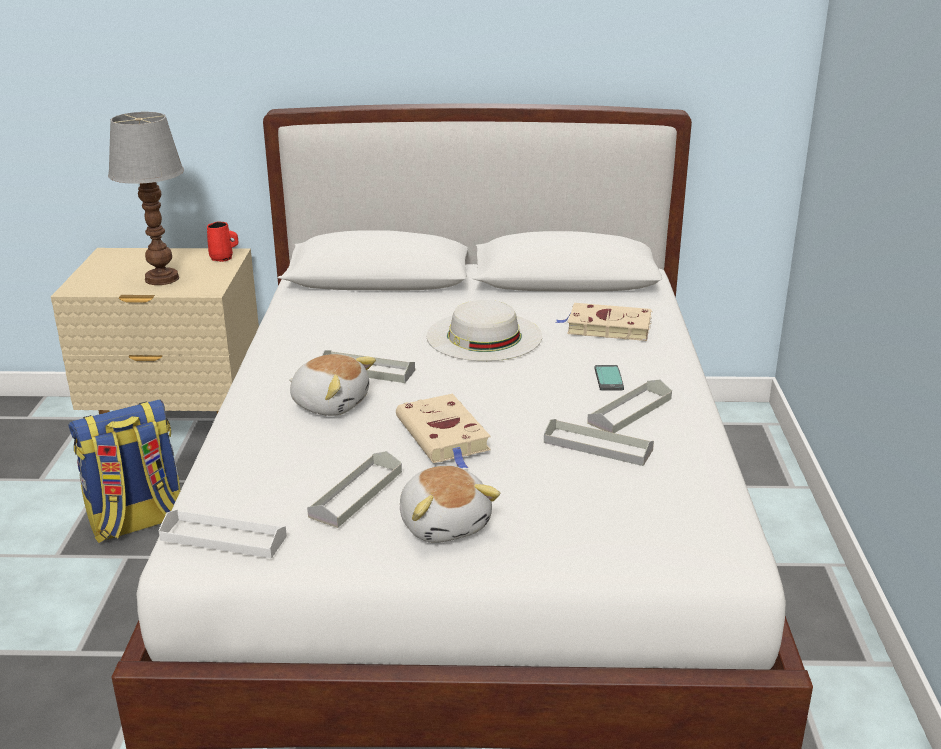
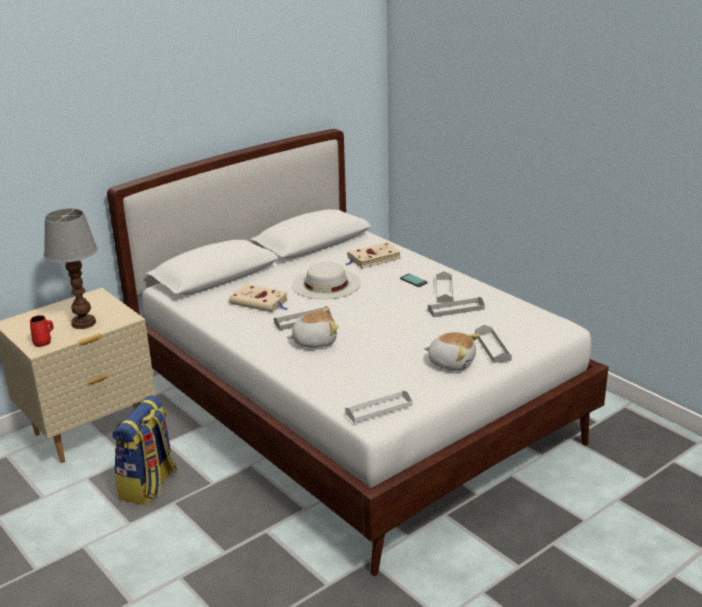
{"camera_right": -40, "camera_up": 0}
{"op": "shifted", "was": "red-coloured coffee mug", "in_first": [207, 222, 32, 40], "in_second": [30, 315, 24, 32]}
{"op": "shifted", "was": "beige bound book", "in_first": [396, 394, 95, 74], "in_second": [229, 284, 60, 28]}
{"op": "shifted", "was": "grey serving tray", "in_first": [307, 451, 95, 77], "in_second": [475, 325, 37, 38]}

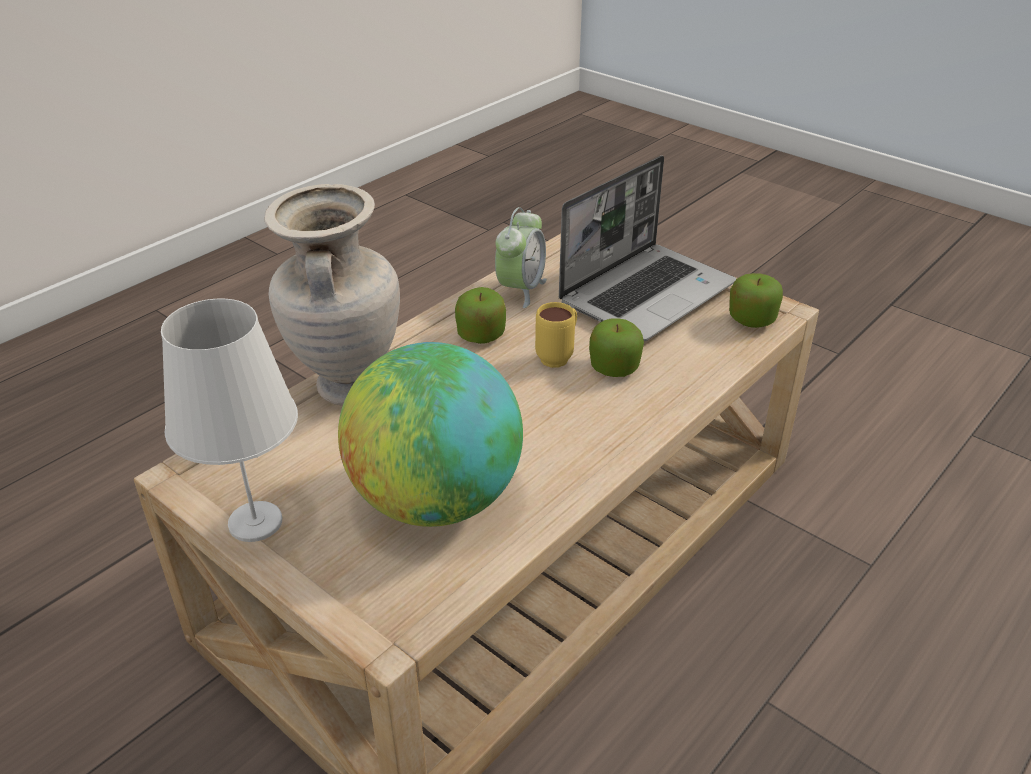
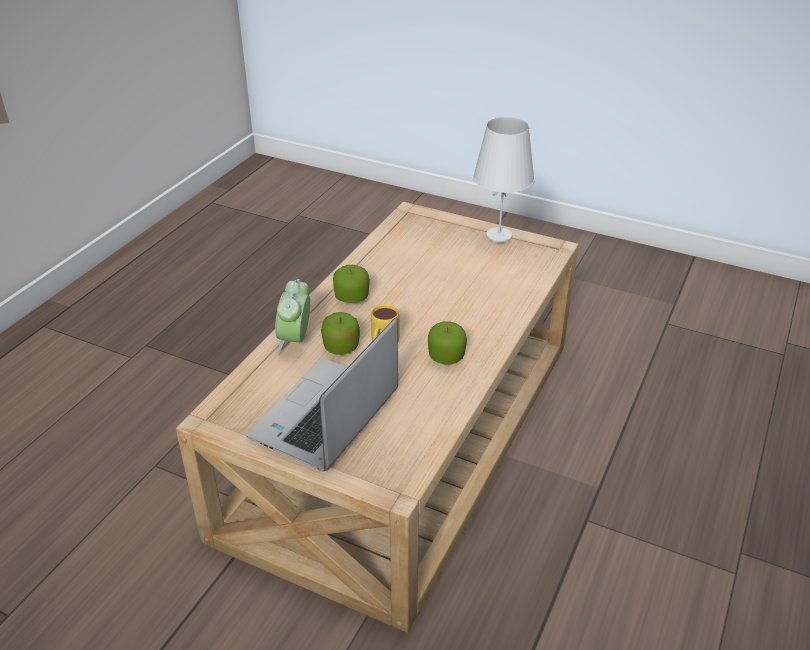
{"camera_right": 165, "camera_up": 0}
{"op": "shifted", "was": "table clock", "in_first": [495, 207, 52, 101], "in_second": [275, 279, 35, 76]}
{"op": "shifted", "was": "whole apple", "in_first": [729, 273, 54, 55], "in_second": [333, 265, 37, 38]}
{"op": "gone", "was": "beige vase", "in_first": [265, 184, 135, 222]}
{"op": "gone", "was": "desk globe", "in_first": [338, 342, 185, 185]}

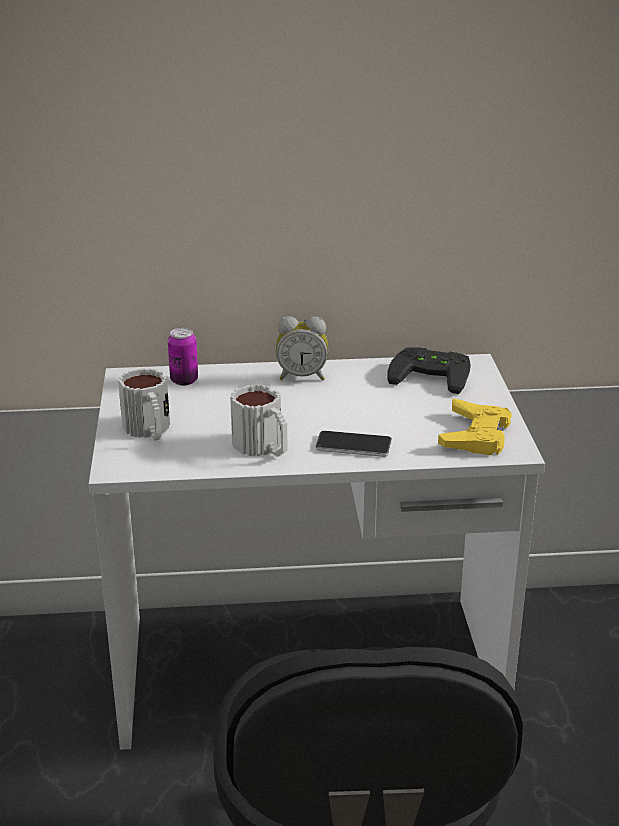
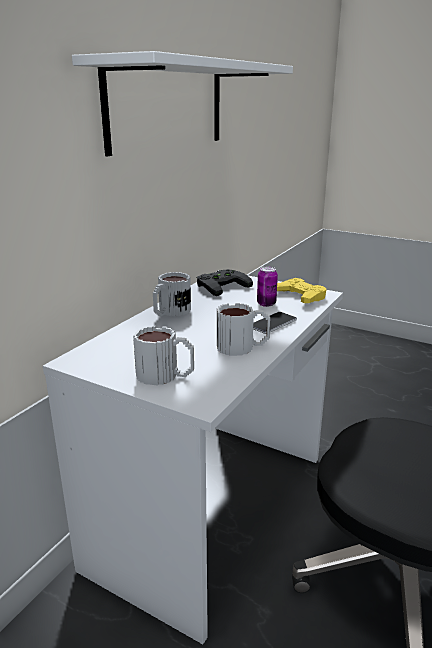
{"camera_right": -55, "camera_up": -5}
{"op": "new", "now": "white-coloured bracket shelf", "in_second": [72, 51, 221, 105]}
{"op": "swapped", "was": "table clock", "now": "coffee mug", "in_first": [276, 316, 52, 65], "in_second": [153, 272, 38, 44]}
{"op": "shifted", "was": "metal can", "in_first": [168, 328, 30, 58], "in_second": [257, 267, 21, 40]}

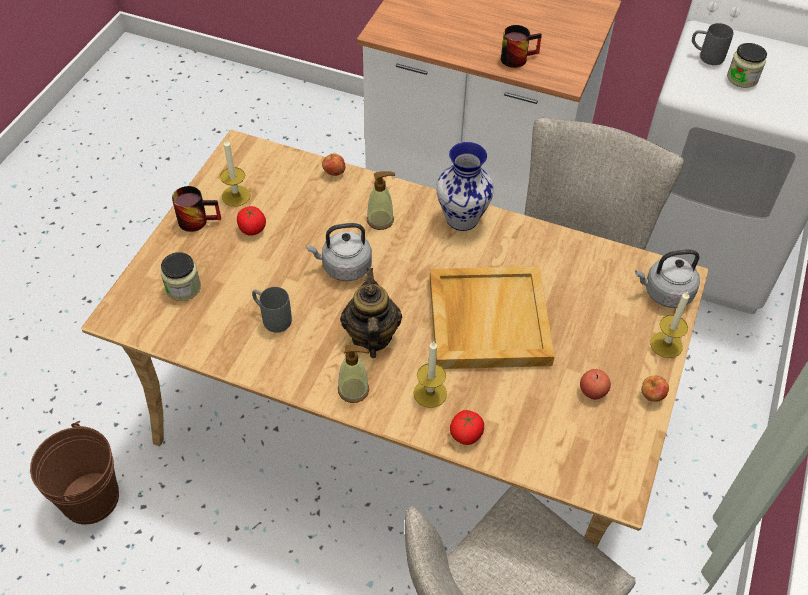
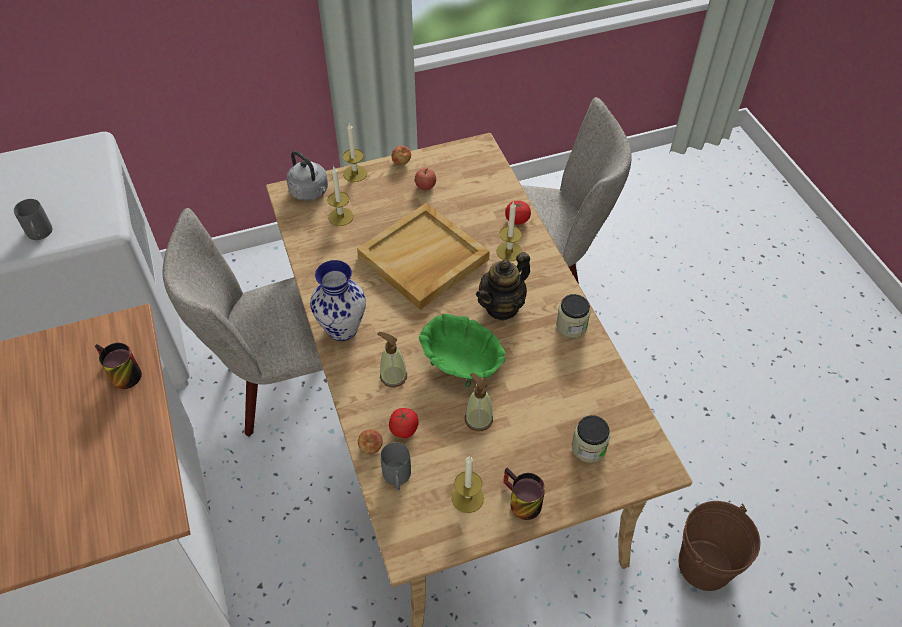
{"camera_right": -130, "camera_up": 0}
{"op": "new", "now": "wax candle", "in_second": [327, 167, 27, 59]}
{"op": "shifted", "was": "grey coffee mug", "in_first": [252, 287, 40, 46], "in_second": [380, 442, 31, 49]}
{"op": "shifted", "was": "fresh tomato", "in_first": [237, 206, 29, 30], "in_second": [389, 408, 30, 30]}
{"op": "swapped", "was": "grey water kettle", "now": "green serving bowl", "in_first": [306, 223, 66, 58], "in_second": [419, 314, 87, 74]}
{"op": "shifted", "was": "soap bottle", "in_first": [338, 344, 31, 59], "in_second": [465, 373, 28, 58]}
{"op": "shifted", "was": "jar", "in_first": [727, 43, 40, 45], "in_second": [556, 294, 35, 44]}

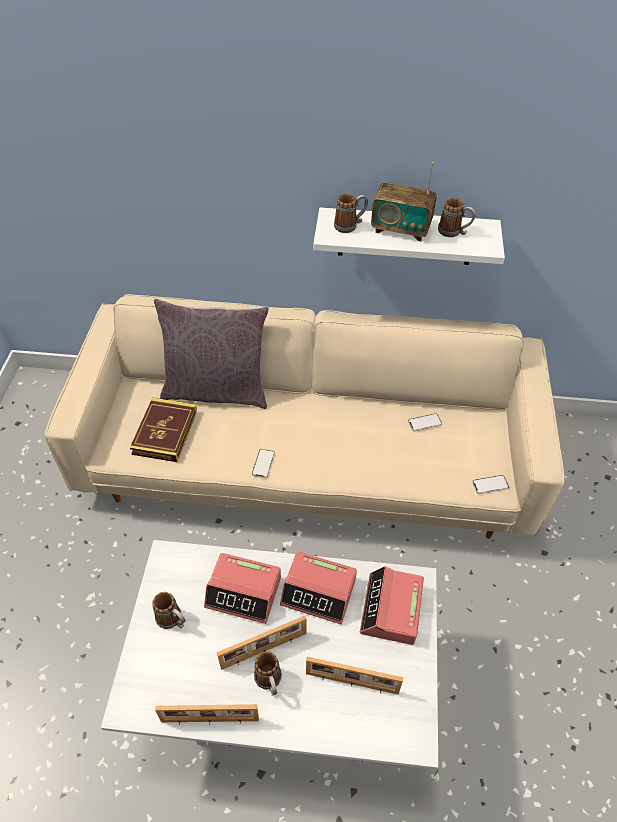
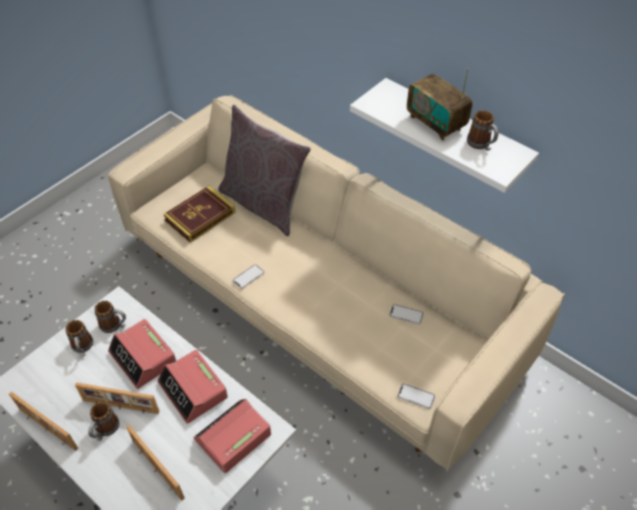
{"camera_right": 35, "camera_up": 0}
{"op": "shifted", "was": "coffee mug", "in_first": [334, 194, 34, 39], "in_second": [94, 301, 32, 32]}

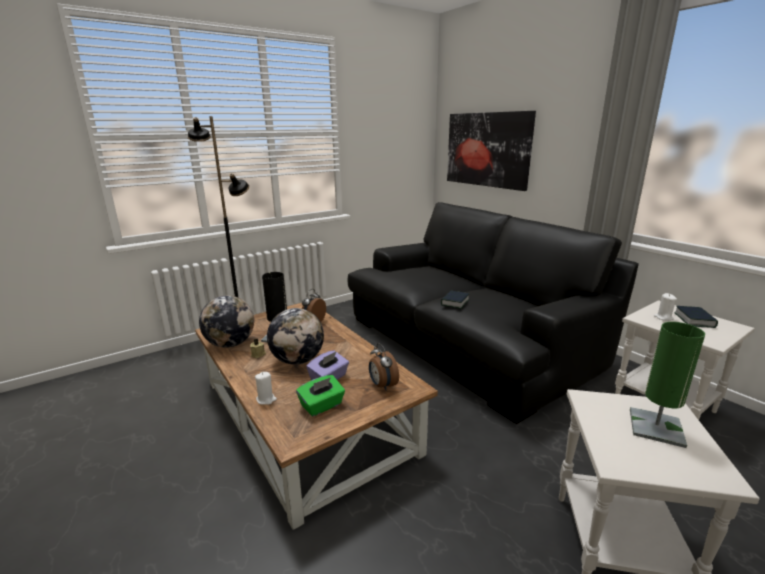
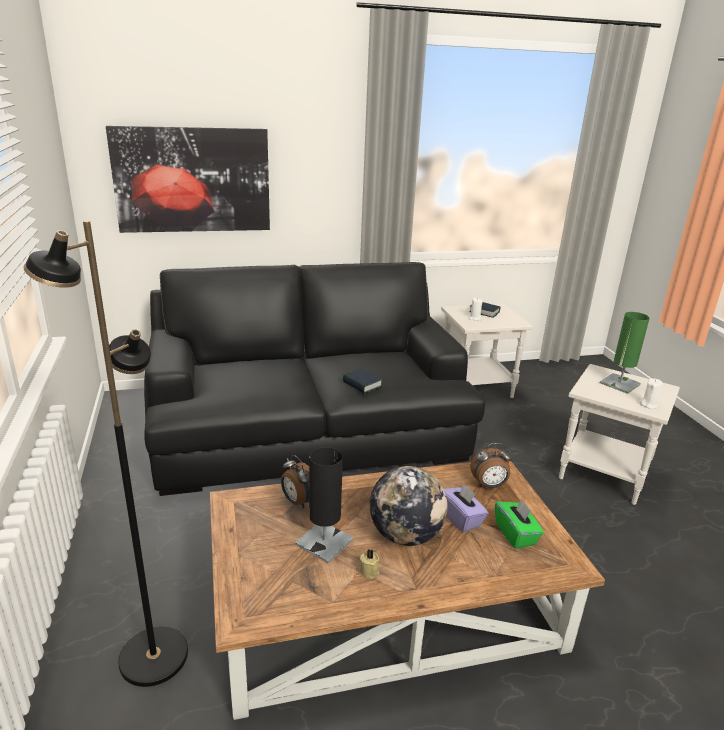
{"camera_right": -70, "camera_up": 5}
{"op": "shifted", "was": "white-coloured wax candle", "in_first": [255, 372, 22, 33], "in_second": [639, 379, 24, 30]}
{"op": "gone", "was": "desk globe", "in_first": [199, 295, 55, 53]}

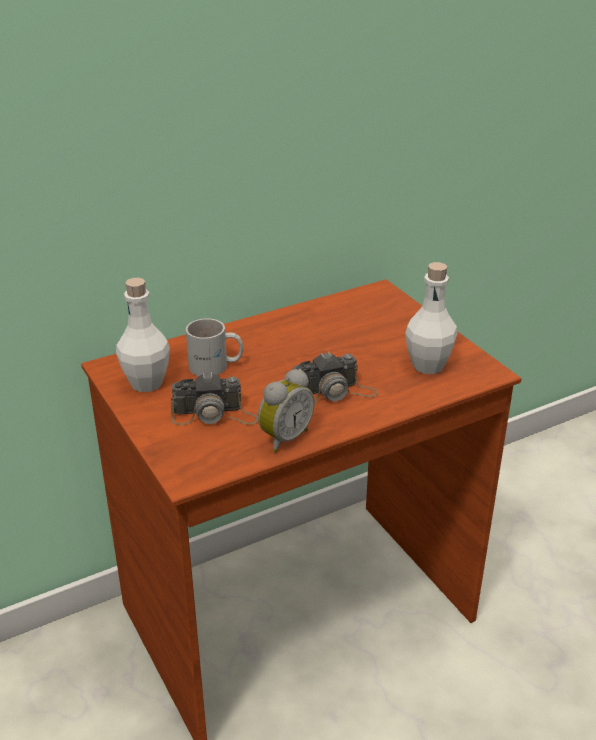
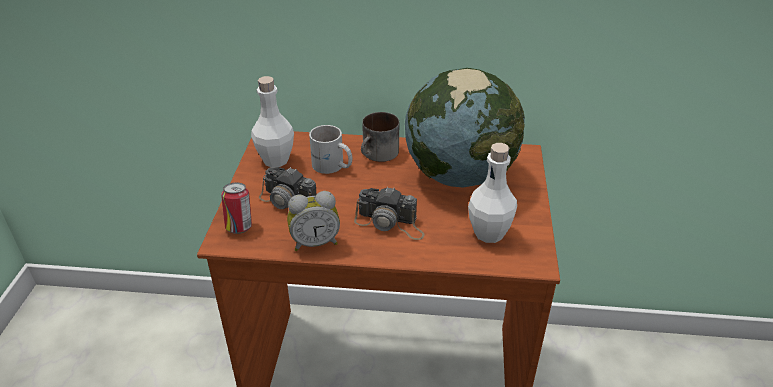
{"camera_right": 35, "camera_up": 5}
{"op": "new", "now": "metal can", "in_second": [221, 183, 31, 51]}
{"op": "new", "now": "coffee mug", "in_second": [361, 112, 38, 50]}
{"op": "new", "now": "desk globe", "in_second": [405, 68, 120, 119]}

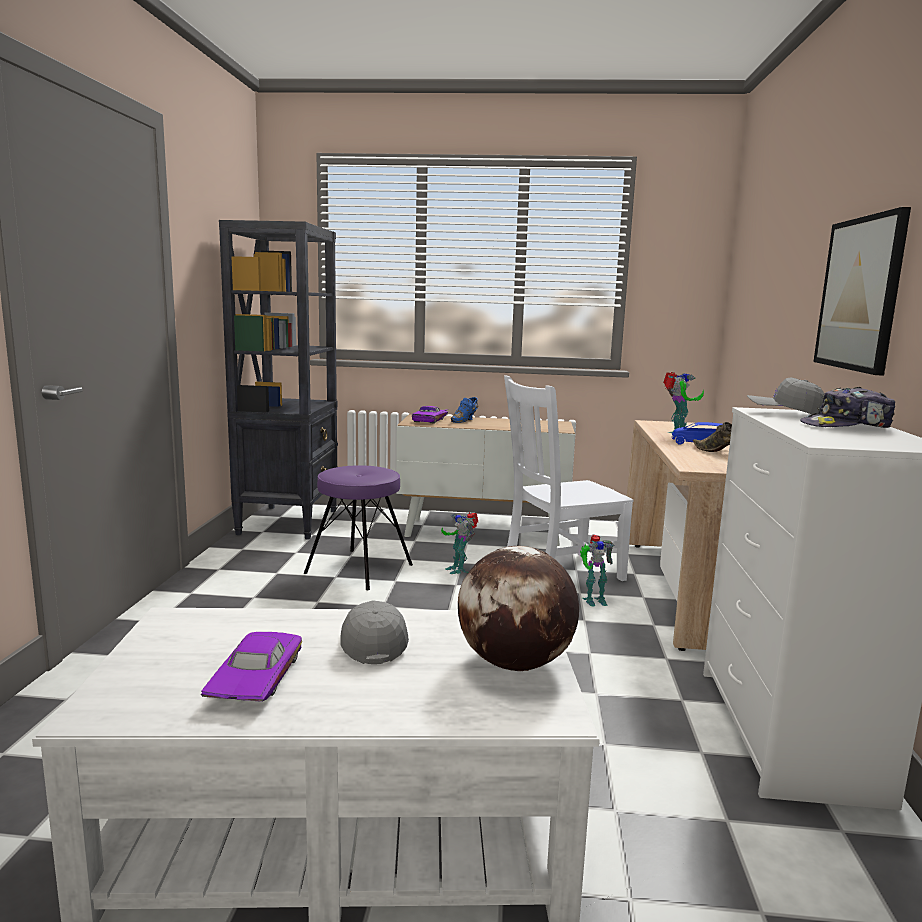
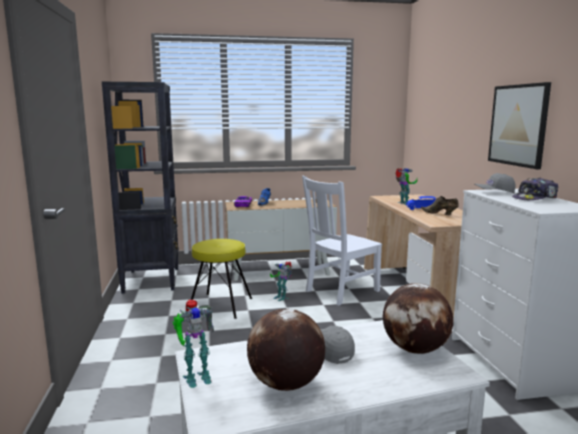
{"camera_right": -15, "camera_up": 0}
{"op": "shifted", "was": "robot figure", "in_first": [580, 534, 35, 73], "in_second": [173, 299, 41, 89]}
{"op": "repainted", "was": "purple sitting stool", "now": "yellowish sitting stool", "in_first": [304, 465, 109, 125], "in_second": [191, 239, 61, 80]}
{"op": "swapped", "was": "purple toy car", "now": "desk globe", "in_first": [201, 632, 101, 70], "in_second": [247, 309, 78, 82]}

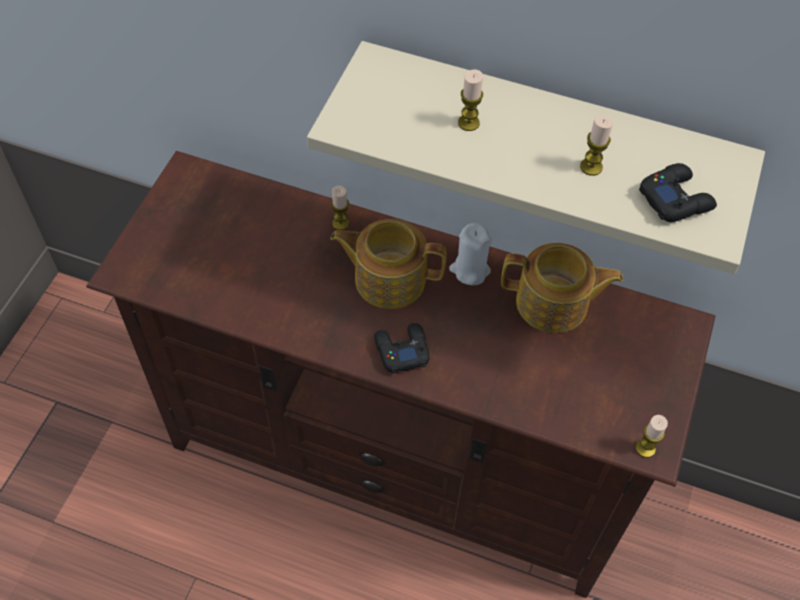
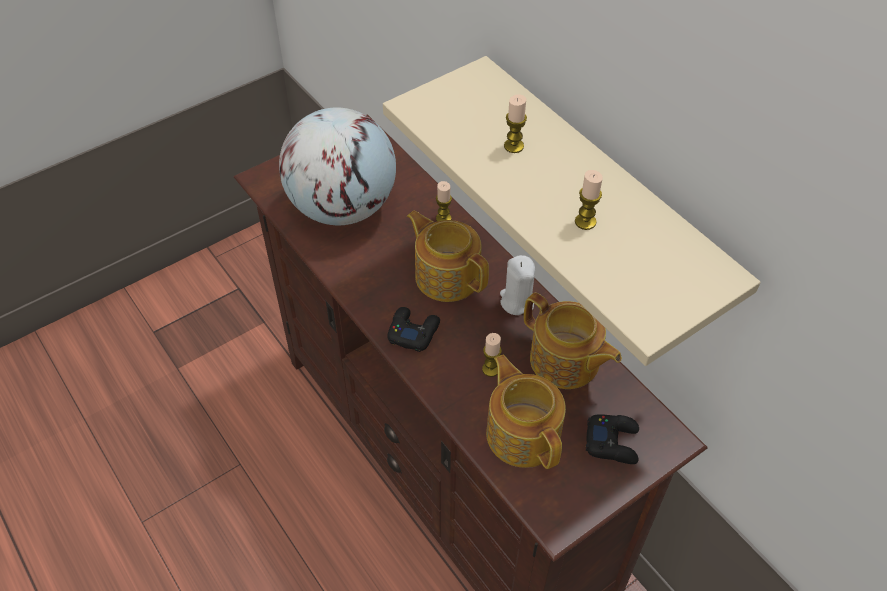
{"camera_right": 35, "camera_up": -5}
{"op": "new", "now": "desk globe", "in_second": [279, 107, 117, 118]}
{"op": "shifted", "was": "wax candle", "in_first": [636, 415, 32, 43], "in_second": [482, 333, 20, 44]}
{"op": "new", "now": "teapot", "in_second": [486, 355, 80, 114]}
{"op": "shifted", "was": "black-coloured game controller", "in_first": [639, 163, 78, 59], "in_second": [586, 414, 53, 50]}

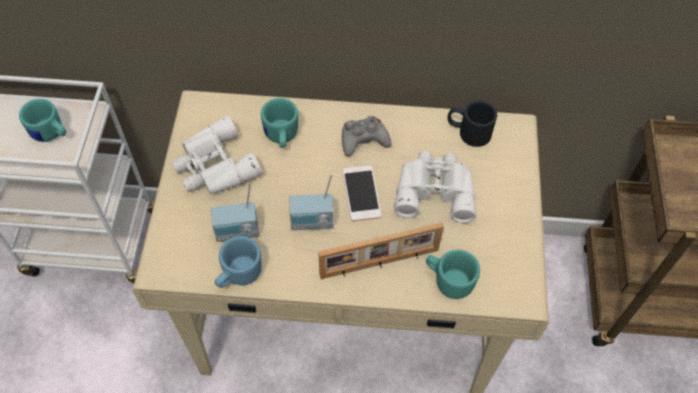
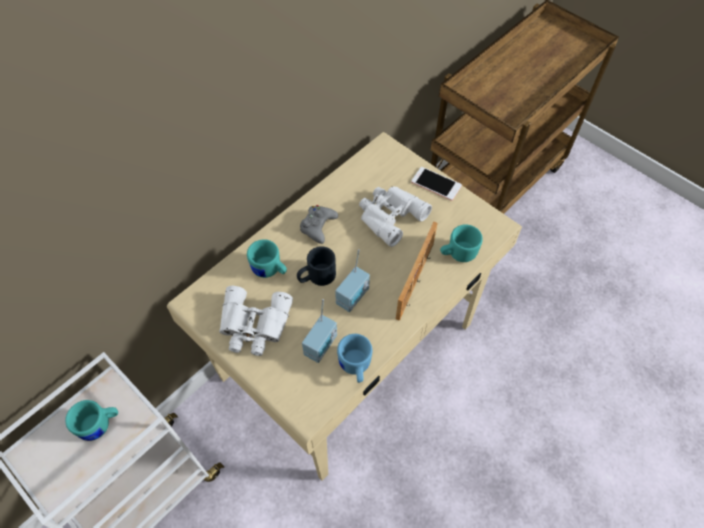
{"camera_right": -50, "camera_up": 0}
{"op": "shifted", "was": "black-coloured coffee mug", "in_first": [448, 100, 49, 47], "in_second": [297, 246, 39, 40]}
{"op": "shifted", "was": "phone", "in_first": [343, 165, 39, 56], "in_second": [411, 167, 51, 34]}

